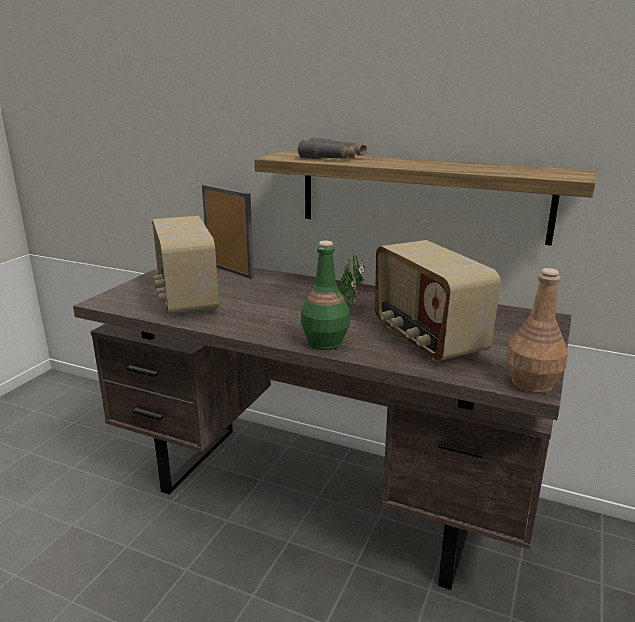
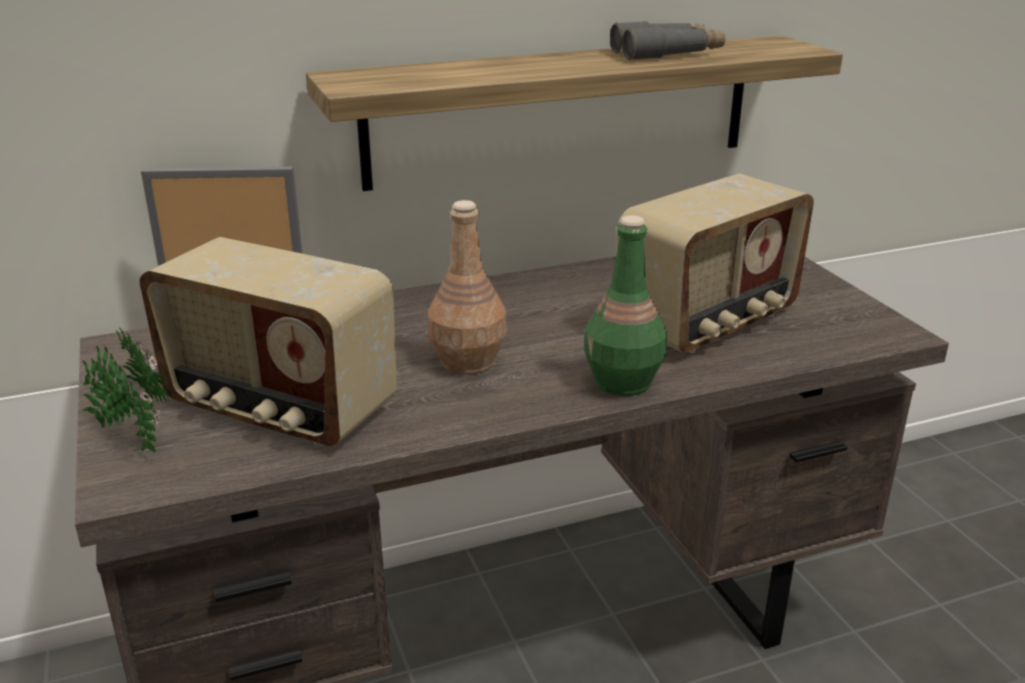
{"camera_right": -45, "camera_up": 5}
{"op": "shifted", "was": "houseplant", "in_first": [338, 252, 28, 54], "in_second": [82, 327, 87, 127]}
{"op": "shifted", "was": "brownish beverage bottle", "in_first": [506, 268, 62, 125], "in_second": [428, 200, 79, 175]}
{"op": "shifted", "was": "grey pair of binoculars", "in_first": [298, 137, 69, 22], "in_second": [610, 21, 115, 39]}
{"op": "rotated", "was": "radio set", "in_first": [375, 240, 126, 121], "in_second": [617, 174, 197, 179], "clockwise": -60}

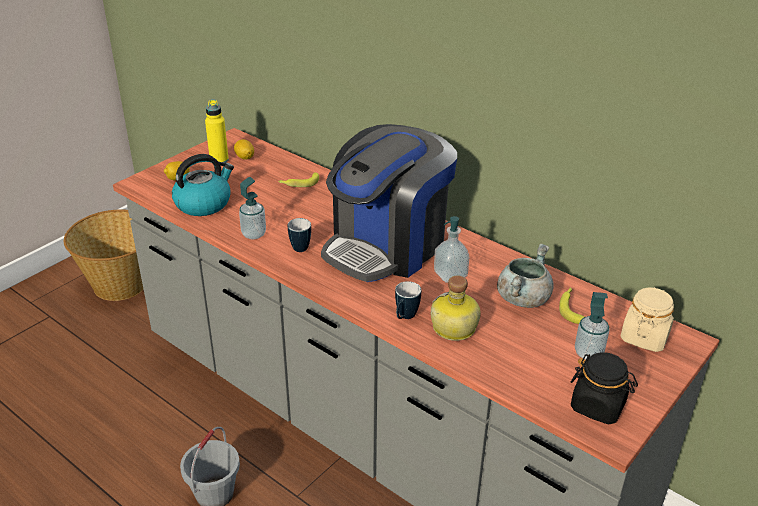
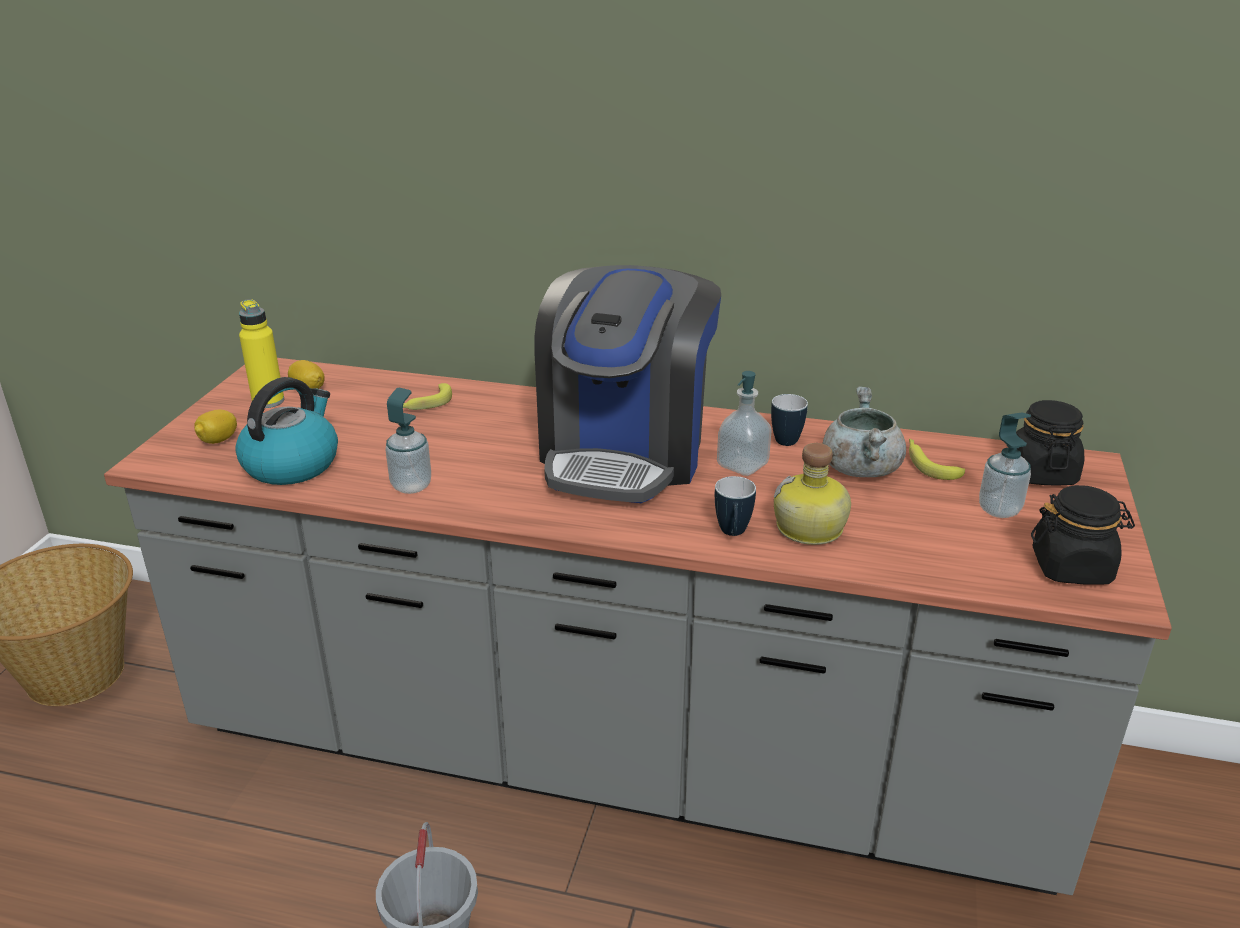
{"camera_right": -25, "camera_up": -5}
{"op": "shifted", "was": "coffee mug", "in_first": [288, 218, 23, 34], "in_second": [771, 394, 37, 52]}
{"op": "repainted", "was": "beige jar", "now": "black-coloured jar", "in_first": [620, 287, 54, 65], "in_second": [1016, 400, 68, 85]}

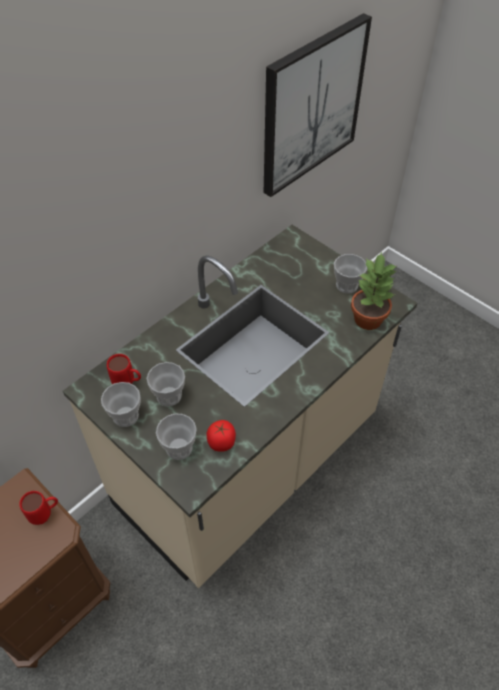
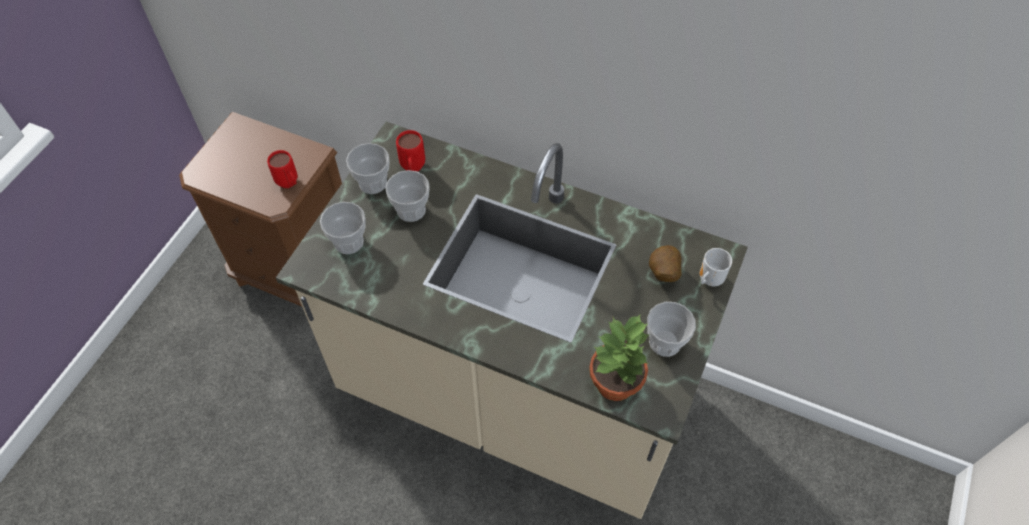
{"camera_right": 70, "camera_up": 5}
{"op": "new", "now": "whole potato", "in_second": [649, 245, 33, 37]}
{"op": "new", "now": "coffee mug", "in_second": [700, 248, 32, 39]}
{"op": "gone", "was": "fresh tomato", "in_first": [206, 420, 30, 32]}
{"op": "gone", "was": "wall picture", "in_first": [264, 13, 108, 184]}

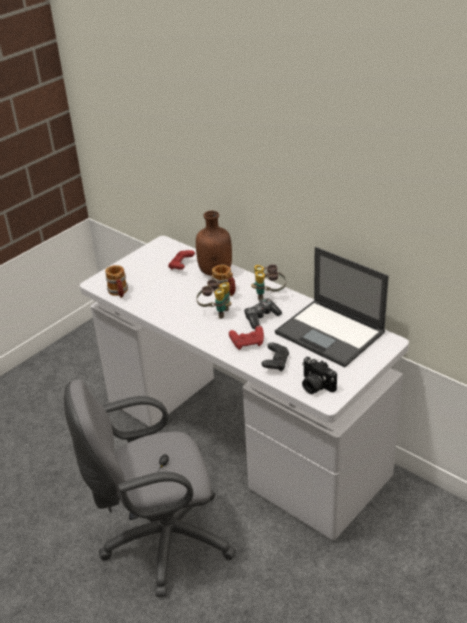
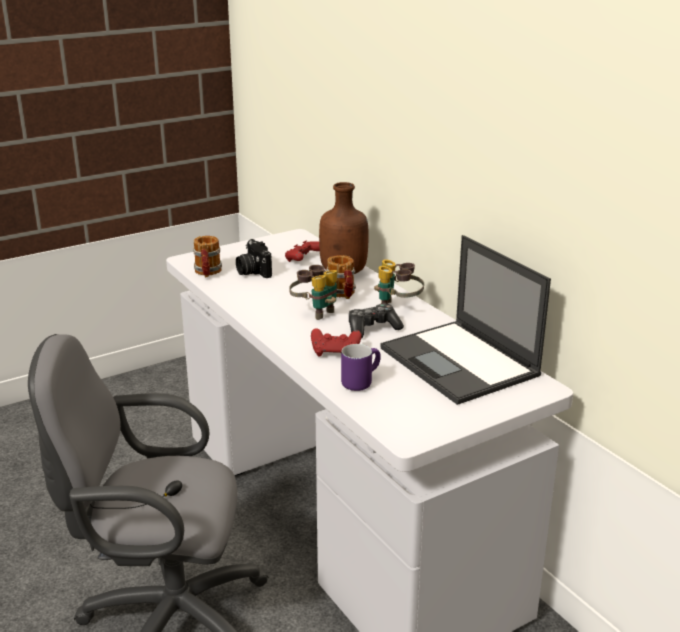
{"camera_right": 15, "camera_up": -10}
{"op": "shifted", "was": "photo camera", "in_first": [302, 357, 35, 37], "in_second": [236, 239, 36, 39]}
{"op": "swapped", "was": "black-coloured game controller", "now": "purple coffee mug", "in_first": [261, 343, 28, 28], "in_second": [341, 344, 40, 47]}

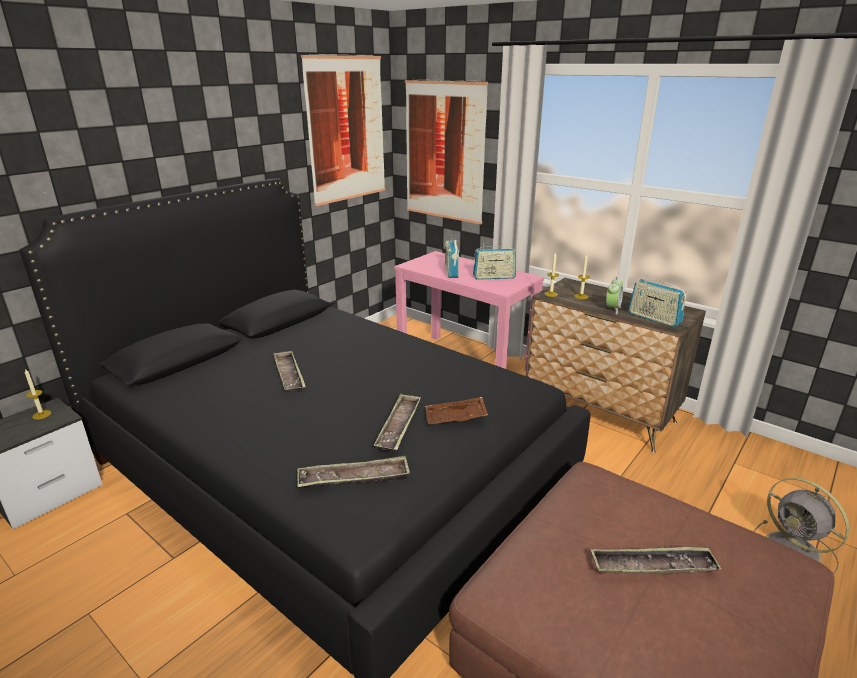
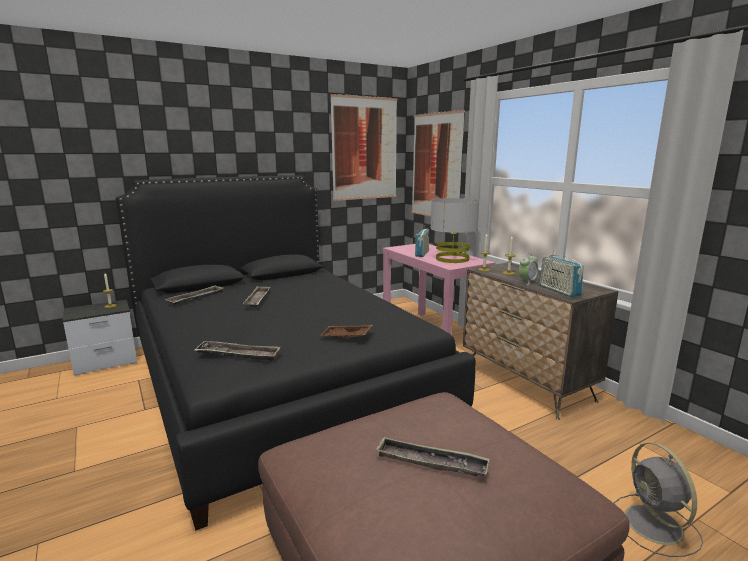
{"camera_right": 20, "camera_up": -10}
{"op": "shifted", "was": "serving tray", "in_first": [374, 394, 47, 58], "in_second": [164, 286, 59, 19]}
{"op": "swapped", "was": "radio set", "now": "grey lamp for a table", "in_first": [473, 244, 43, 36], "in_second": [430, 198, 50, 65]}

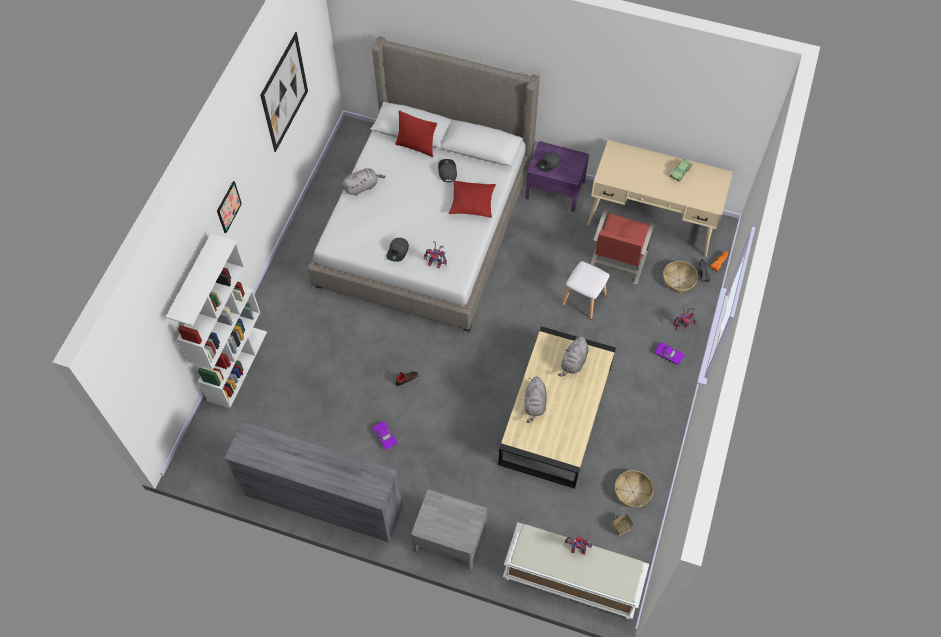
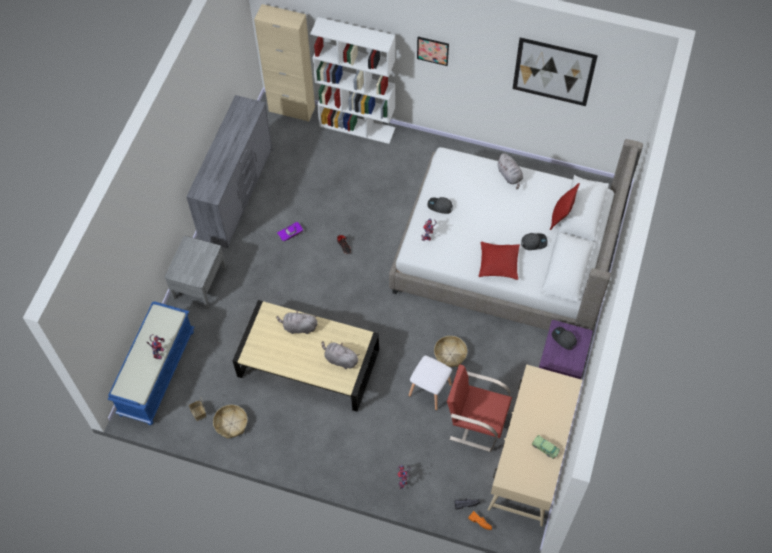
{"camera_right": 90, "camera_up": 0}
{"op": "repainted", "was": "white-coloured long seat", "now": "blue-coloured long seat", "in_first": [503, 522, 146, 97], "in_second": [108, 301, 86, 124]}
{"op": "new", "now": "beige cabinet", "in_second": [254, 4, 61, 118]}
{"op": "shifted", "was": "storage basket", "in_first": [663, 261, 35, 33], "in_second": [434, 336, 33, 31]}
{"op": "gone", "was": "purple toy car", "in_first": [655, 342, 30, 23]}

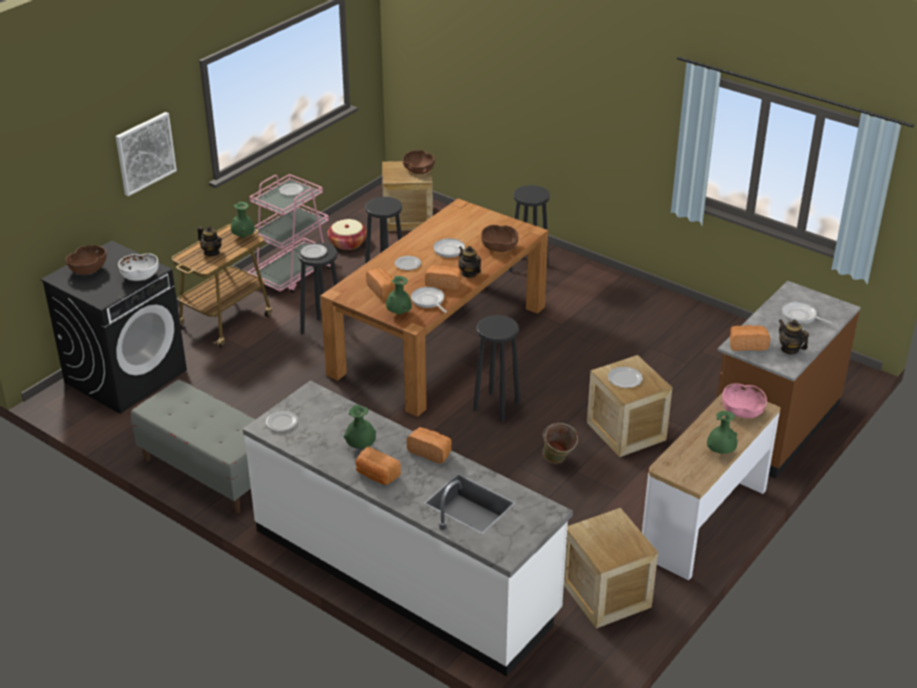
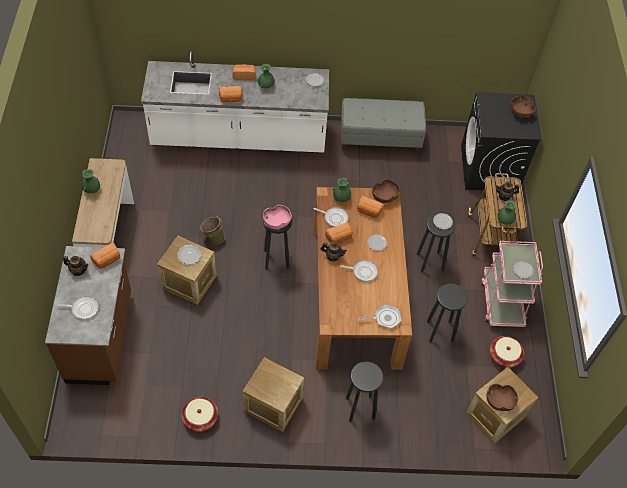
{"camera_right": 140, "camera_up": 20}
{"op": "new", "now": "storage basket", "in_second": [182, 397, 36, 35]}
{"op": "shifted", "was": "shipping crate", "in_first": [564, 508, 94, 121], "in_second": [243, 357, 61, 75]}
{"op": "shifted", "was": "pinkish serving bowl", "in_first": [722, 383, 45, 35], "in_second": [263, 205, 29, 24]}
{"op": "new", "now": "skillet", "in_second": [358, 304, 44, 25]}
{"op": "shifted", "was": "brownish serving bowl", "in_first": [481, 225, 37, 27], "in_second": [372, 179, 28, 24]}
{"op": "gone", "was": "wall picture", "in_first": [116, 112, 61, 84]}
{"op": "gone", "was": "white-coloured serving bowl", "in_first": [118, 253, 41, 28]}

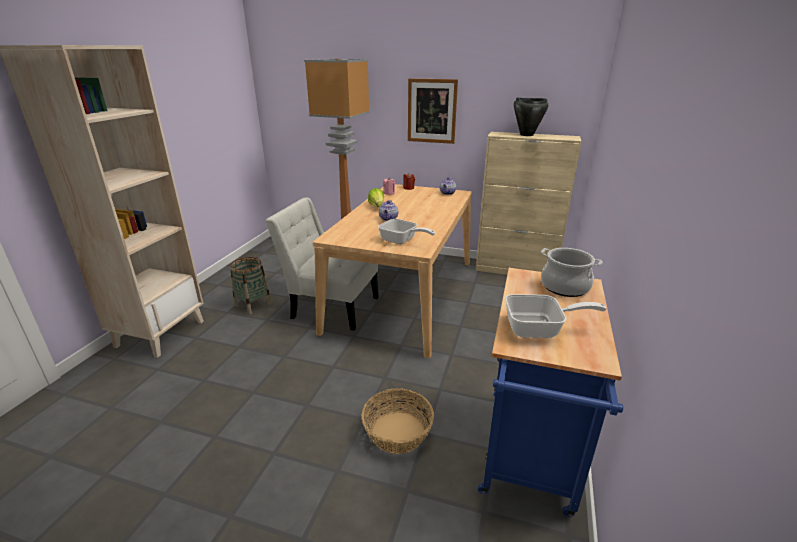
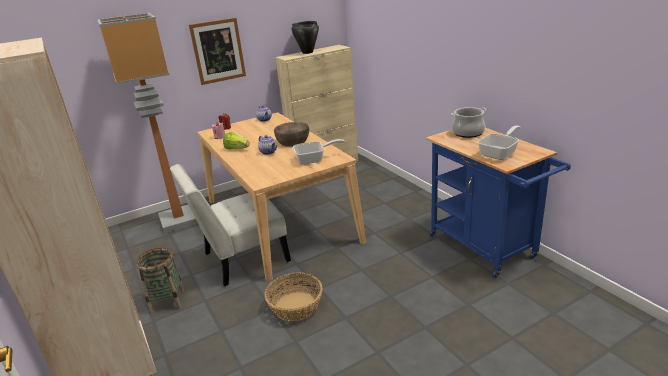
{"camera_right": -45, "camera_up": 0}
{"op": "shifted", "was": "storage basket", "in_first": [361, 389, 73, 65], "in_second": [265, 272, 58, 49]}
{"op": "new", "now": "brownish serving bowl", "in_second": [274, 122, 35, 25]}

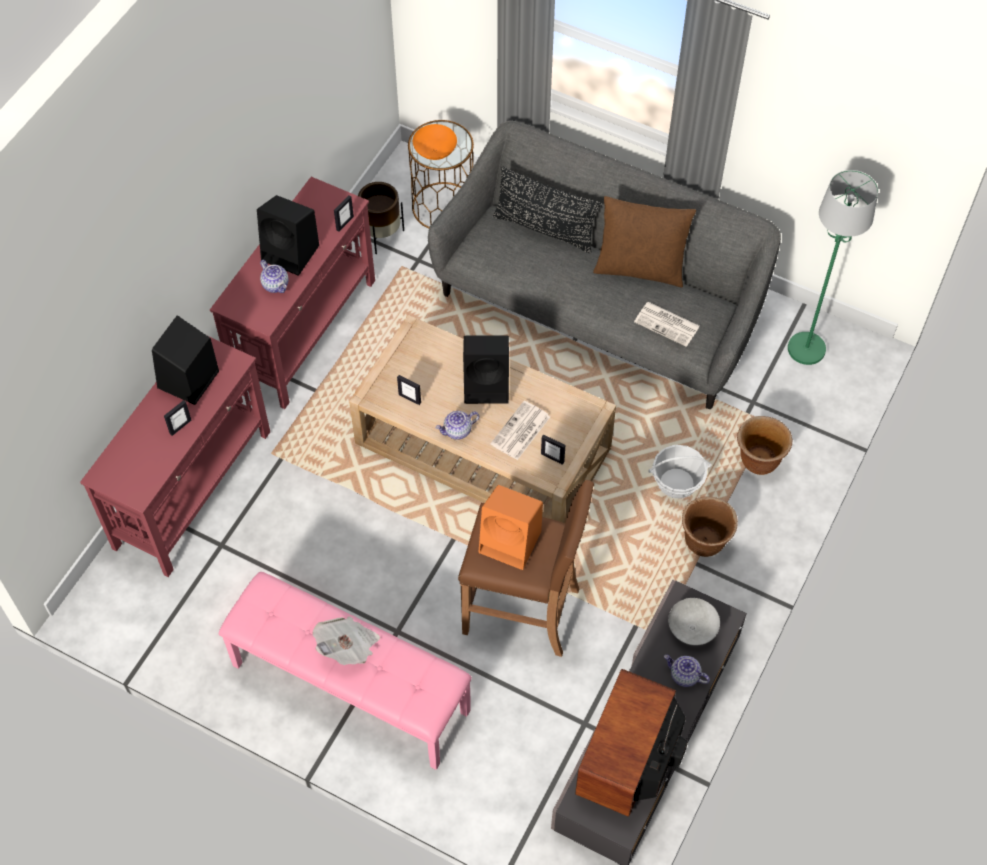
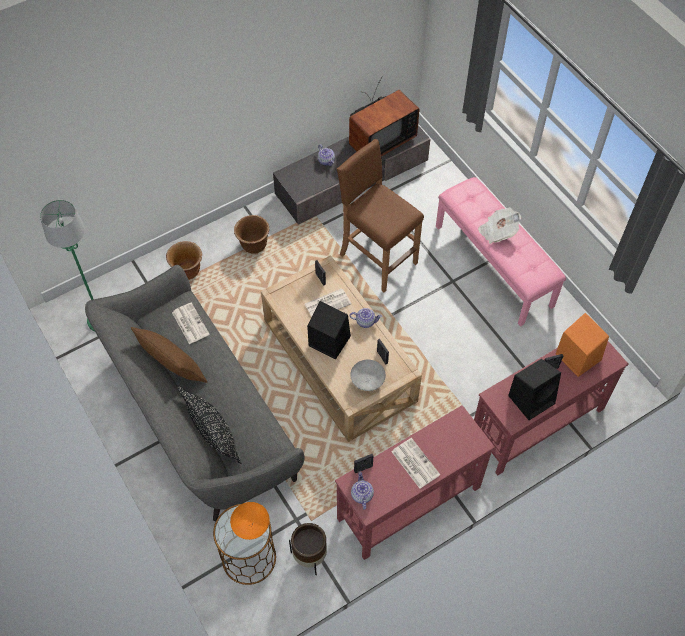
{"camera_right": -150, "camera_up": 0}
{"op": "shifted", "was": "grey serving bowl", "in_first": [668, 598, 52, 47], "in_second": [350, 360, 36, 31]}
{"op": "shifted", "was": "teapot", "in_first": [260, 260, 29, 33], "in_second": [351, 471, 23, 39]}
{"op": "swapped", "was": "black-coloured speaker", "now": "printed paper", "in_first": [257, 195, 62, 81], "in_second": [392, 438, 48, 50]}
{"op": "shifted", "was": "orange-coloured speaker", "in_first": [479, 485, 64, 85], "in_second": [555, 313, 54, 64]}
{"op": "gone", "was": "storage basket", "in_first": [649, 445, 63, 54]}

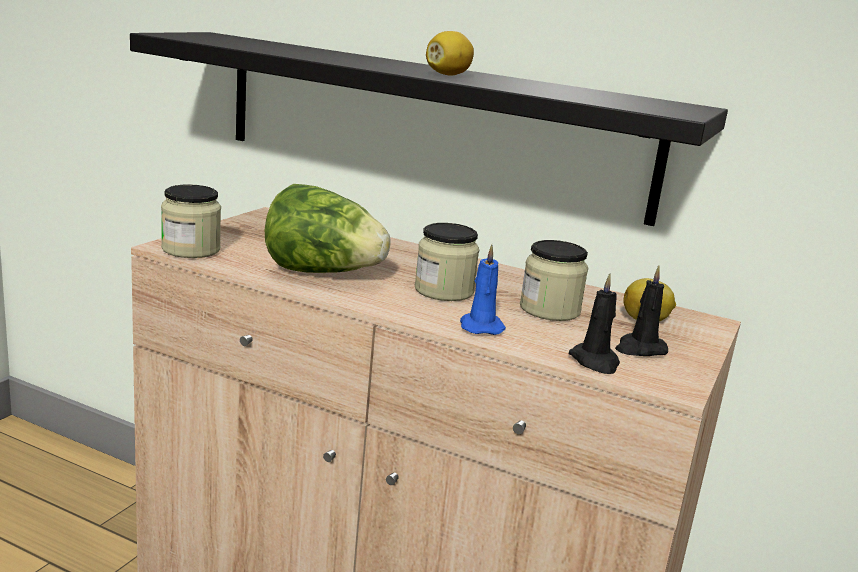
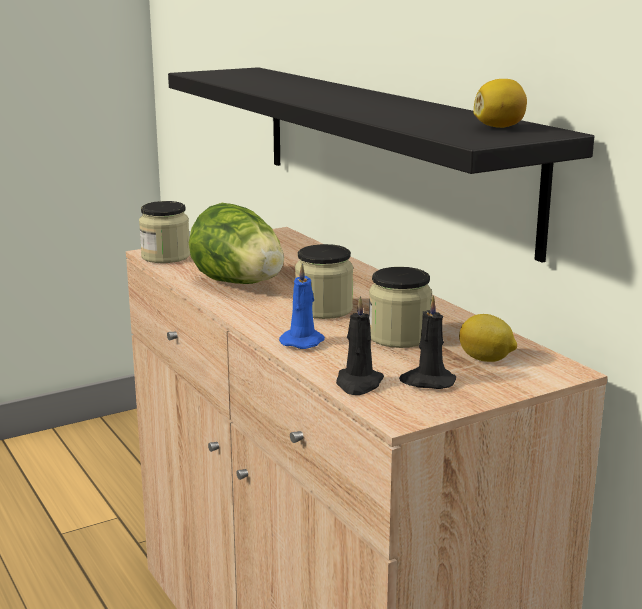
{"camera_right": 35, "camera_up": 0}
{"op": "shifted", "was": "citrus fruit", "in_first": [426, 31, 48, 45], "in_second": [473, 79, 54, 49]}

